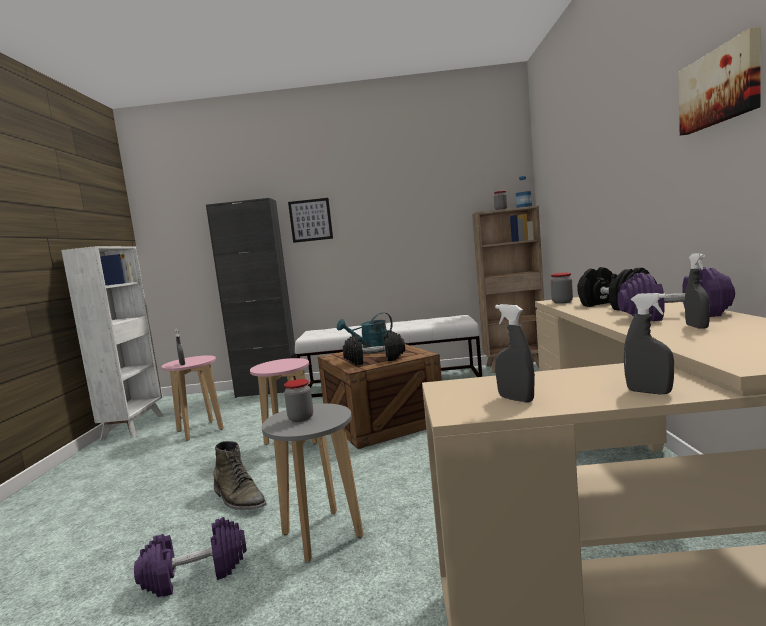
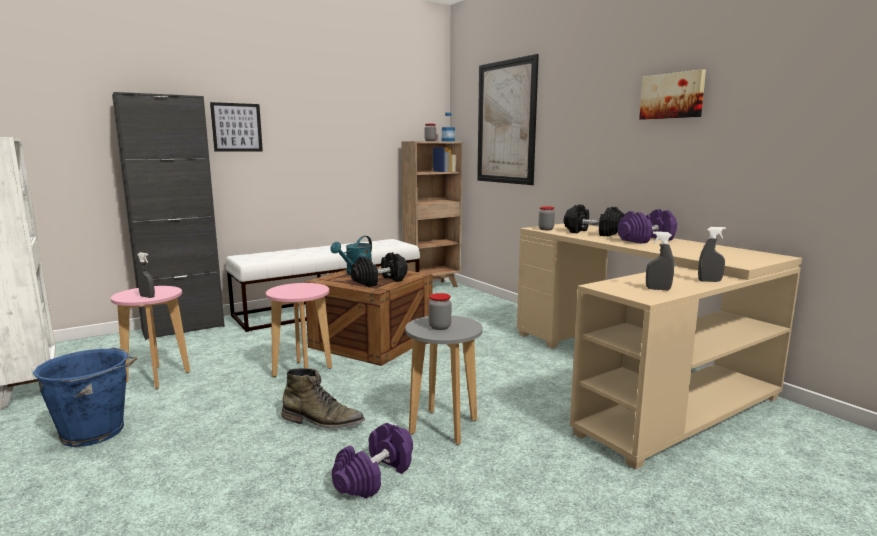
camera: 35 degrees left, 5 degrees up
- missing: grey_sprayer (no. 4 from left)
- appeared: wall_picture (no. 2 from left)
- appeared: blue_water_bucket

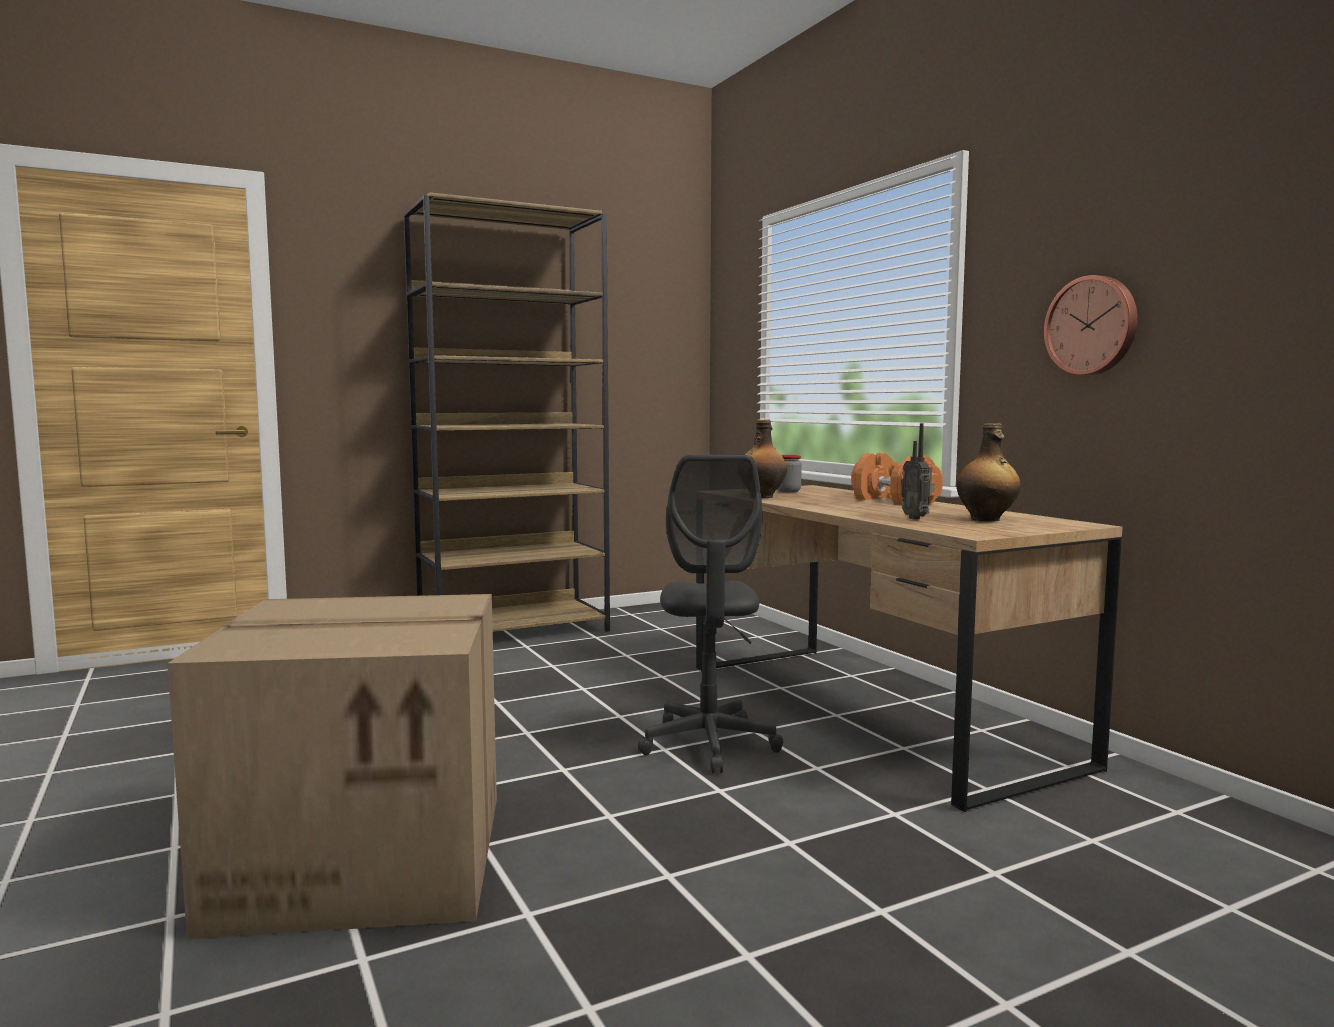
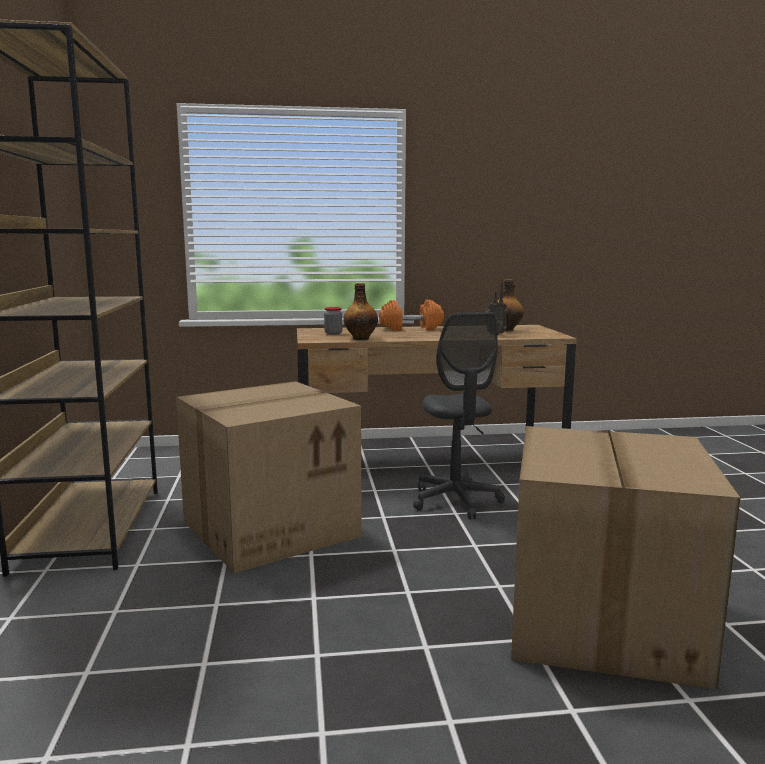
camera: 70 degrees left, 5 degrees up
- missing: hanging_clock
- spun: grey_office_chair 60 degrees clockwise
- appeared: packing_box (no. 1 from left)

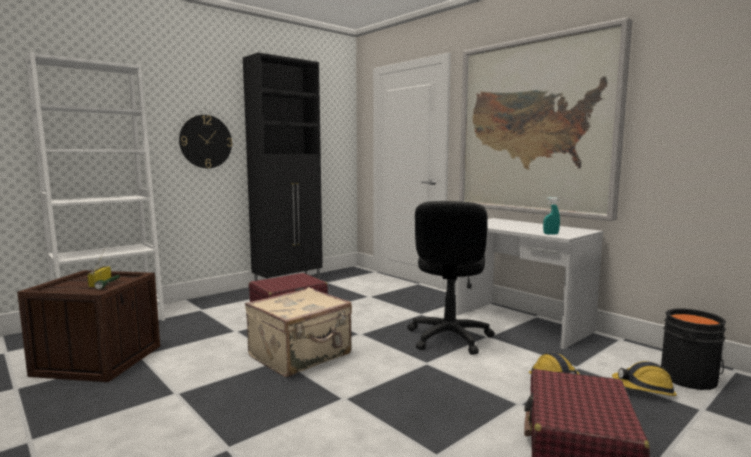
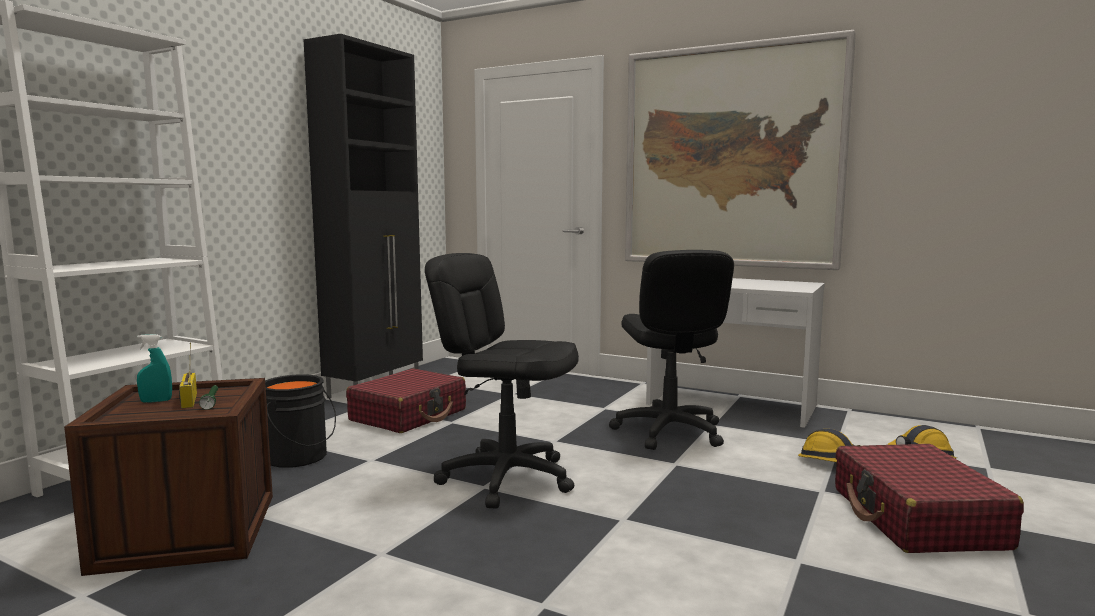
camera: 20 degrees left, 0 degrees up
- missing: hanging_clock
- relocated: turquoise_sprayer
- exchanged: beige_piece_of_luggage to black-coloured_office_chair (no. 1 from left)
- relocated: black-coloured_water_bucket

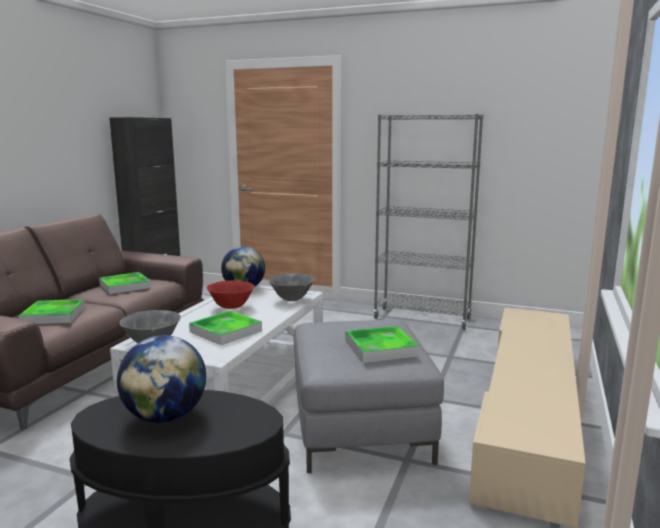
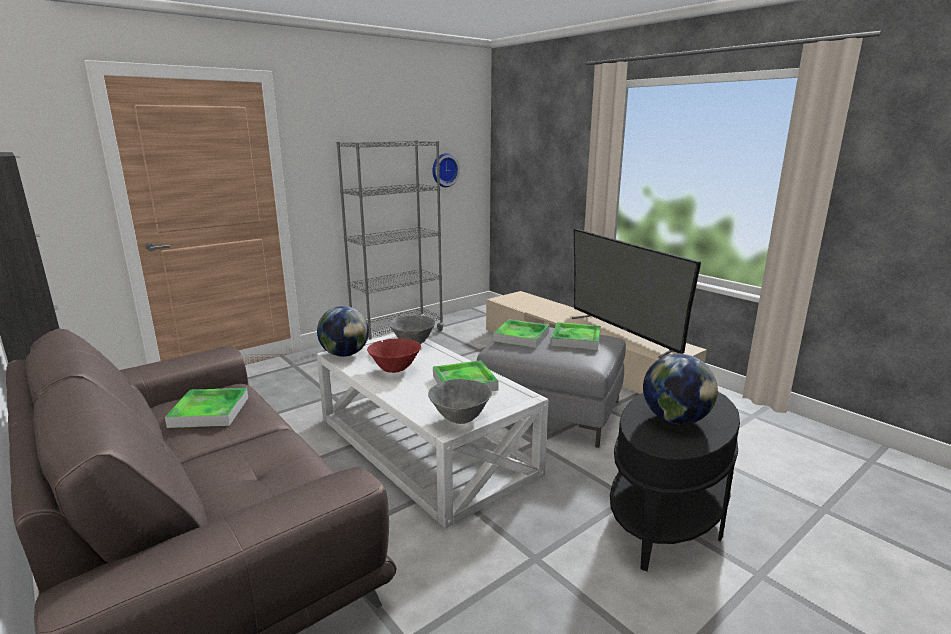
camera: 60 degrees left, 5 degrees up
- relocated: tray (no. 1 from left in the first image) to tray (no. 3 from left)
- appeared: hanging_clock
- appeared: television

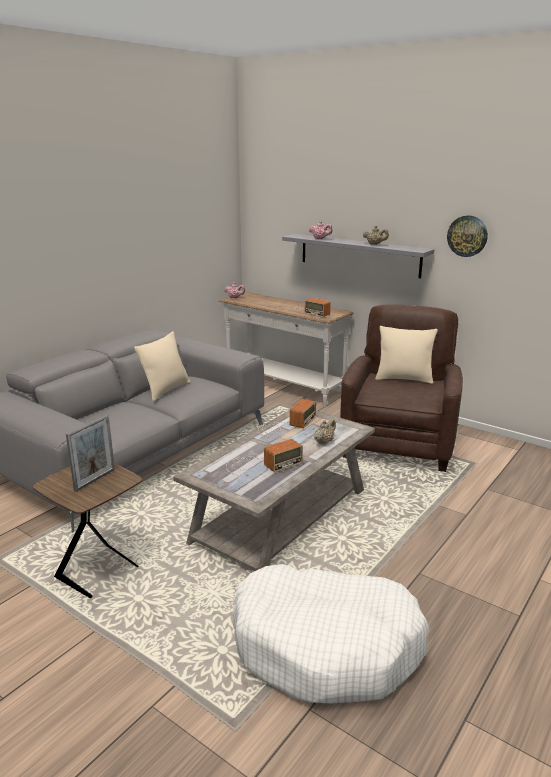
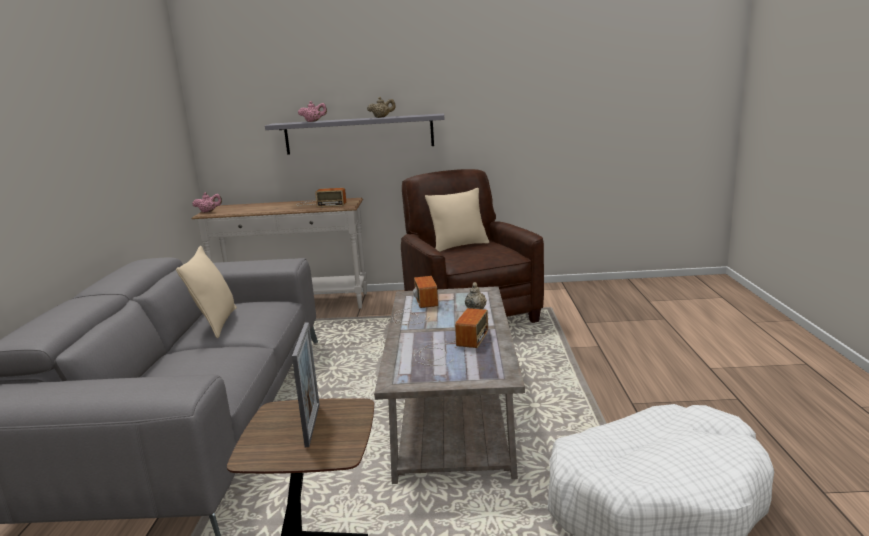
camera: 35 degrees left, 5 degrees down
- missing: hanging_clock

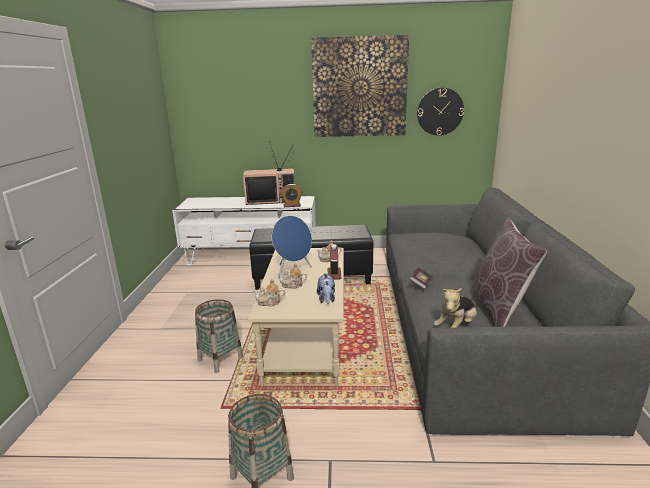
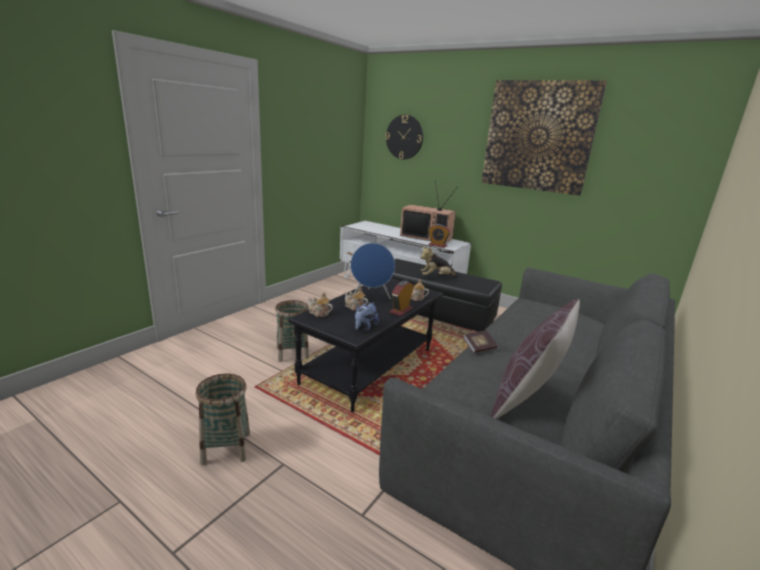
camera: 30 degrees right, 0 degrees up
- relocated: hanging_clock
- colour: beige_low_table to black-coloured_low_table
- relocated: cuddly_toy (no. 2 from left)

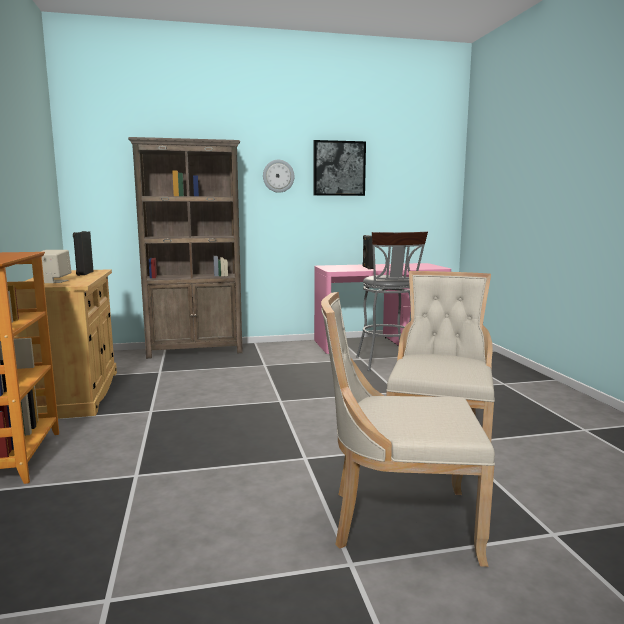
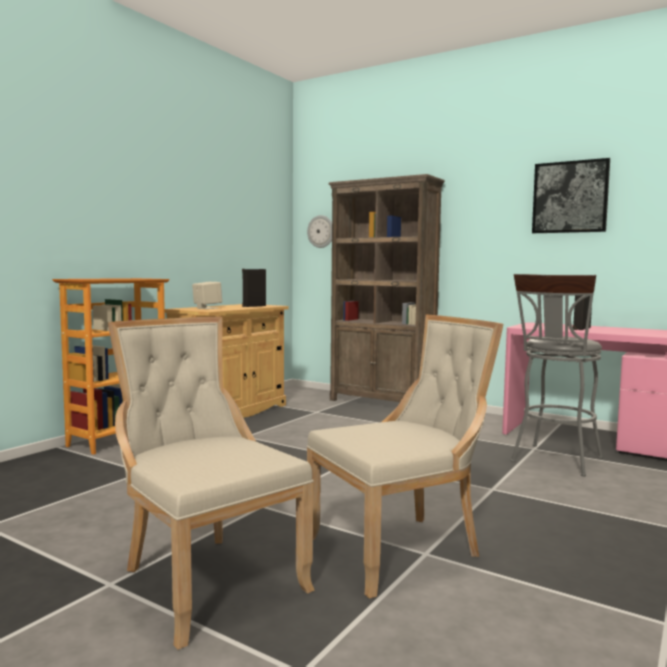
camera: 45 degrees right, 5 degrees down
- relocated: hanging_clock

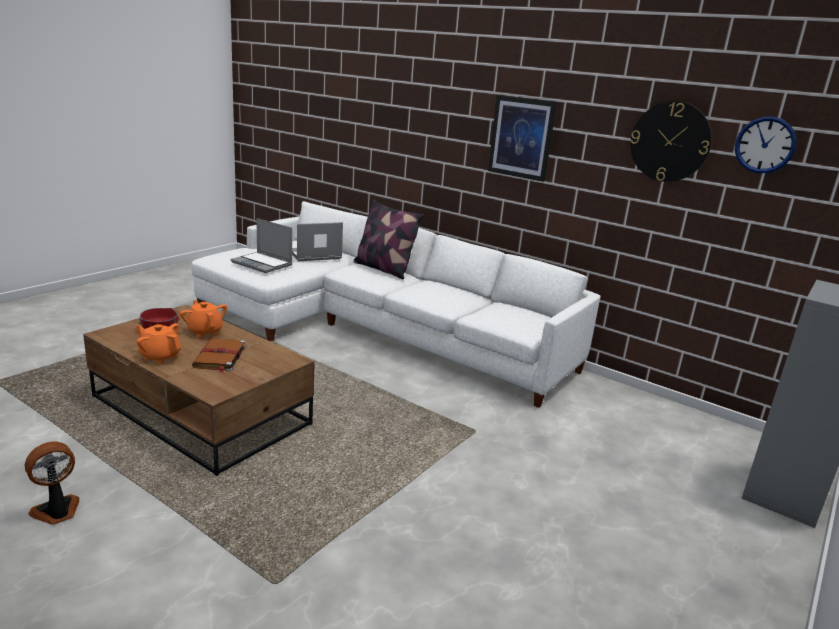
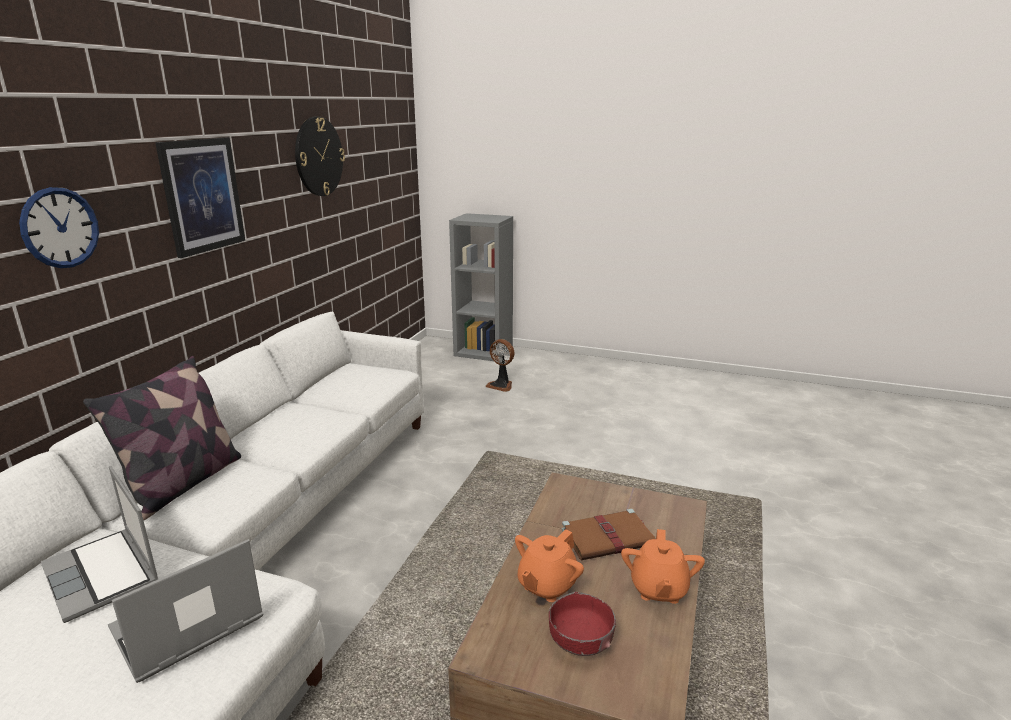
camera: 105 degrees left, 0 degrees up
- relocated: hanging_clock (no. 2 from left in the first image) to hanging_clock (no. 1 from left)
- spun: notebook_computer (no. 1 from left in the first image) 150 degrees counterclockwise
- relocated: cooling_fan

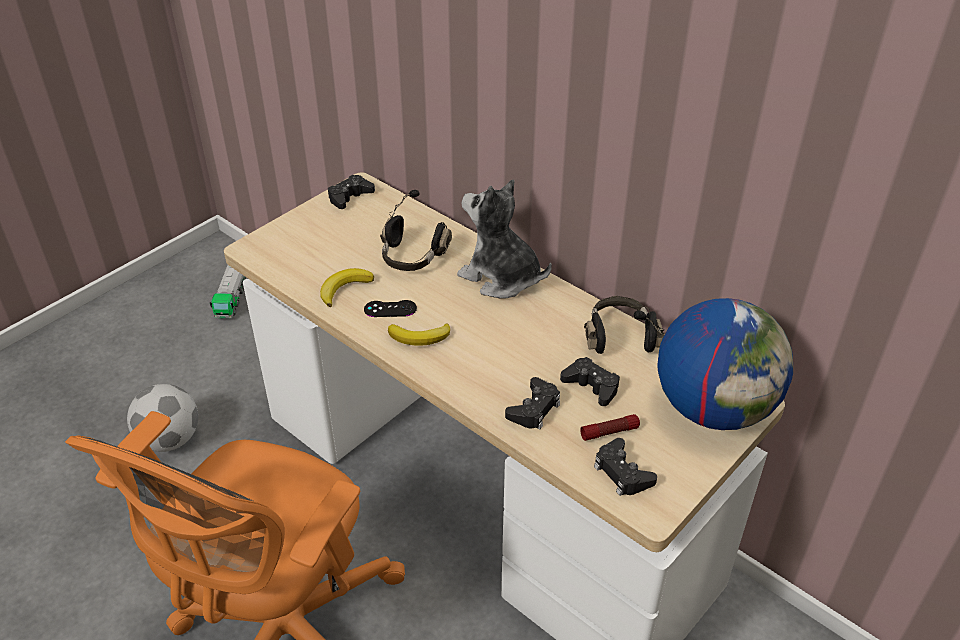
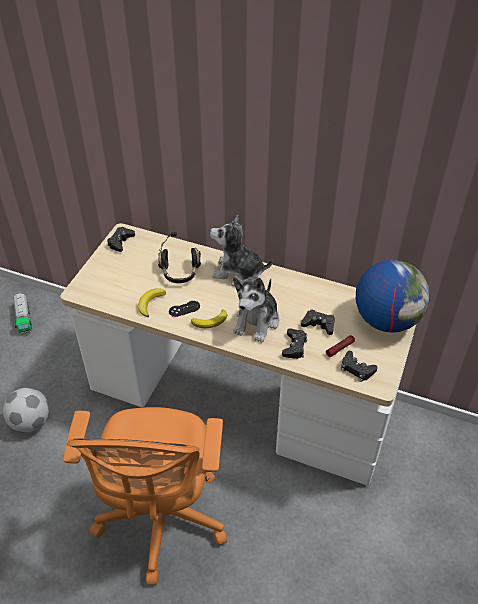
camera: 20 degrees left, 5 degrees up
- missing: black-coloured_headset (no. 2 from left)
- appeared: cuddly_toy (no. 2 from left)

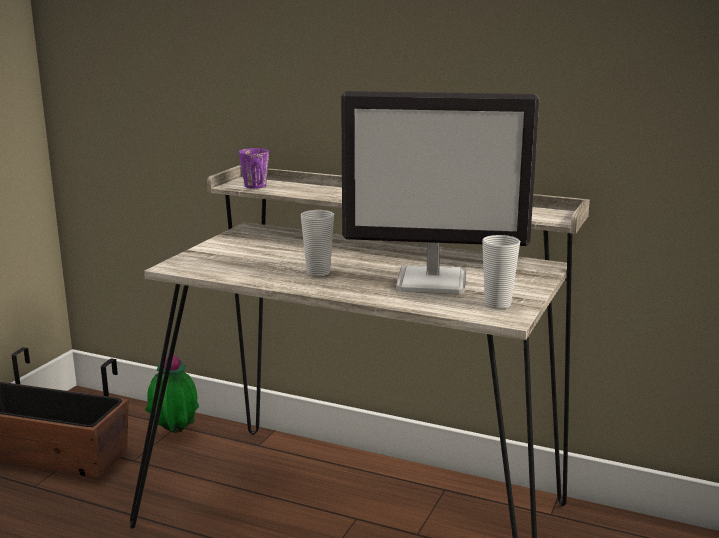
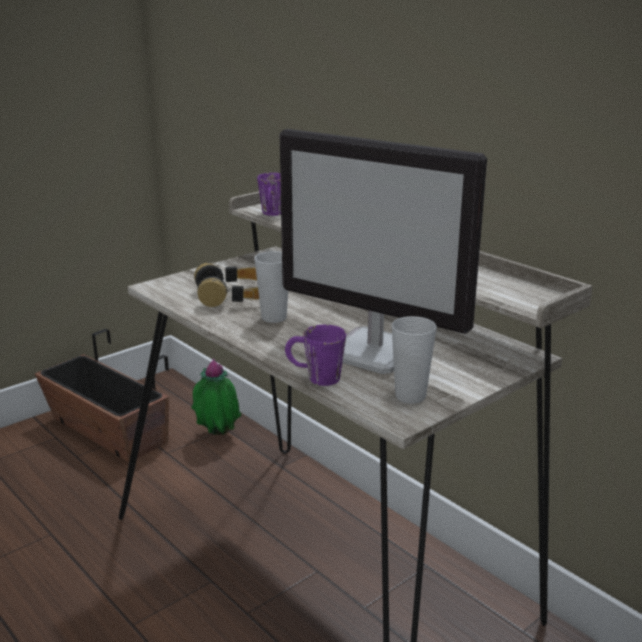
camera: 25 degrees right, 5 degrees up
- appeared: headset
- appeared: purple_coffee_mug (no. 2 from left)

